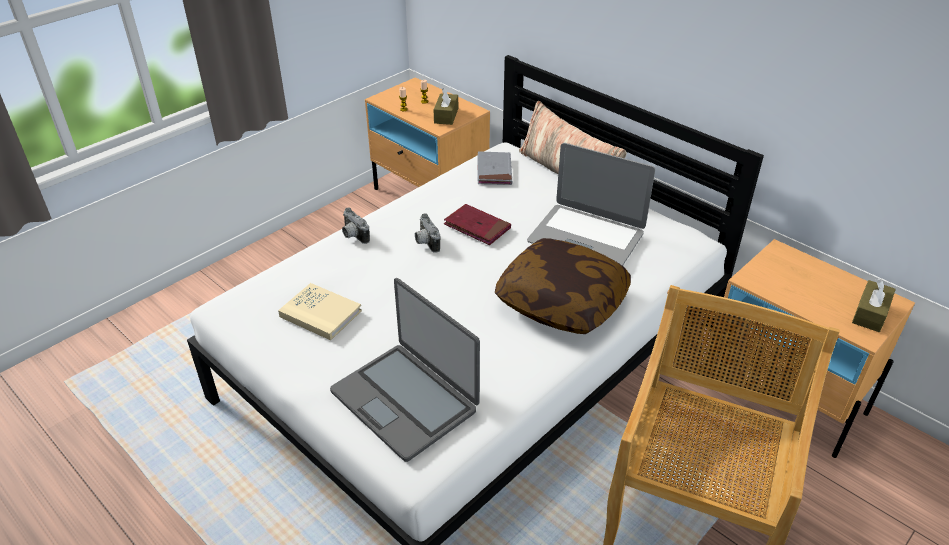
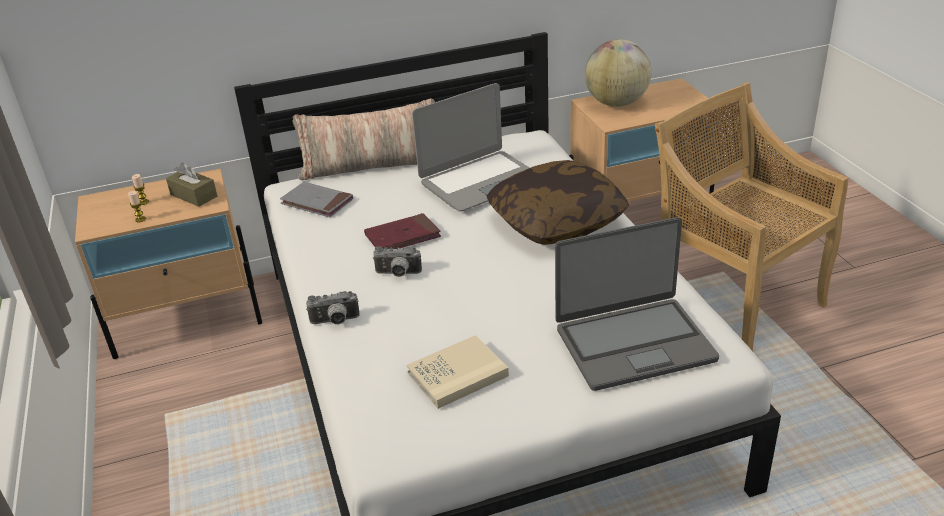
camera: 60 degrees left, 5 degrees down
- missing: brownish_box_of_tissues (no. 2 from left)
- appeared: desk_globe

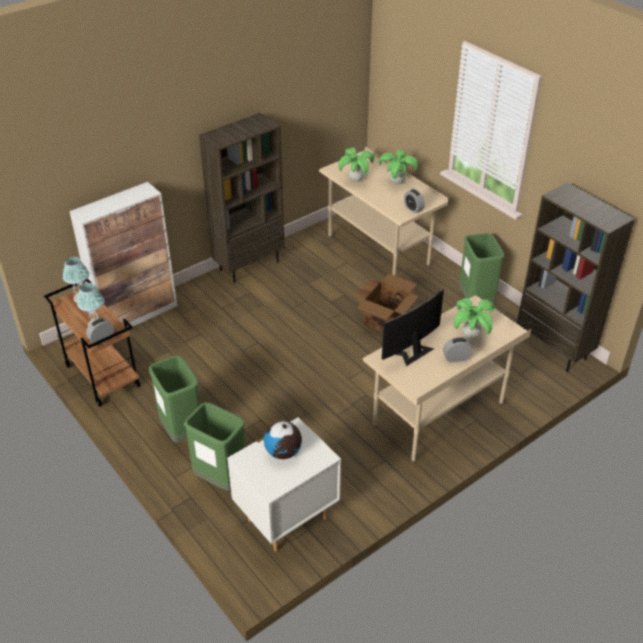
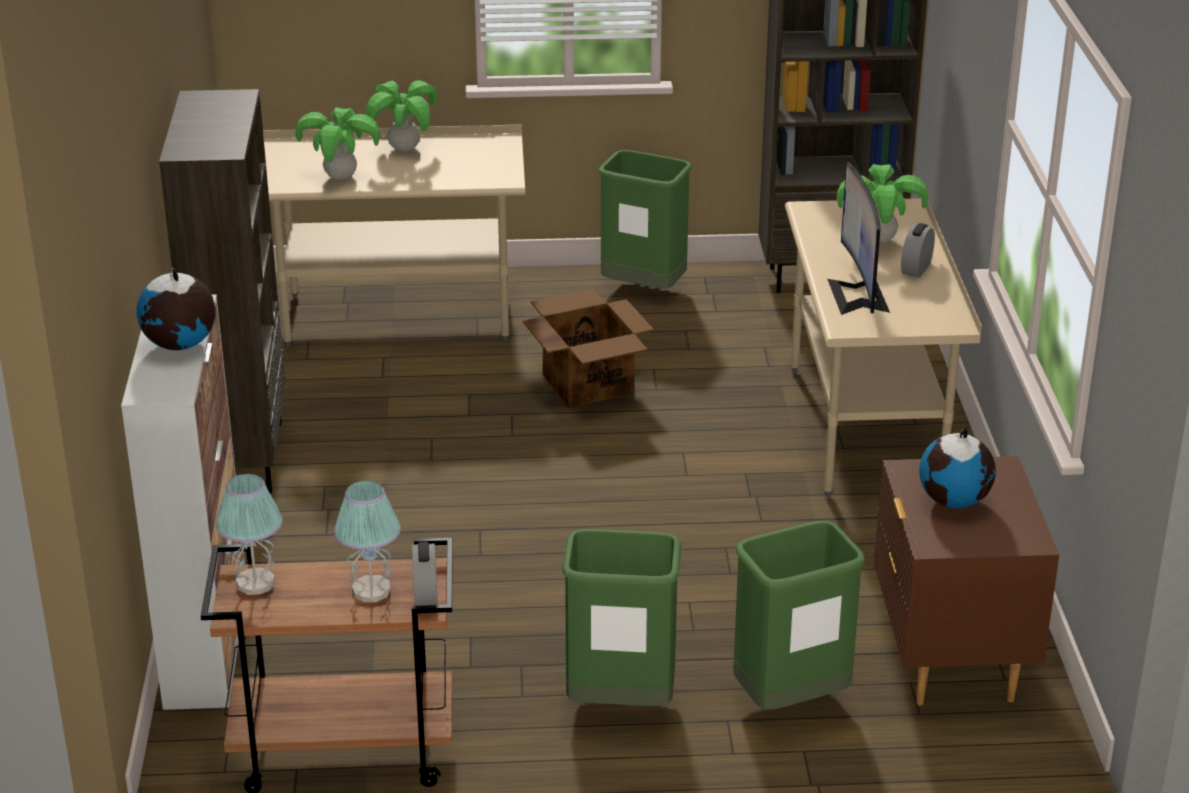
camera: 55 degrees left, 10 degrees down
- missing: table_clock (no. 2 from left)
- colour: whitish_night_table to brownish_night_table
- appeared: desk_globe (no. 1 from left)

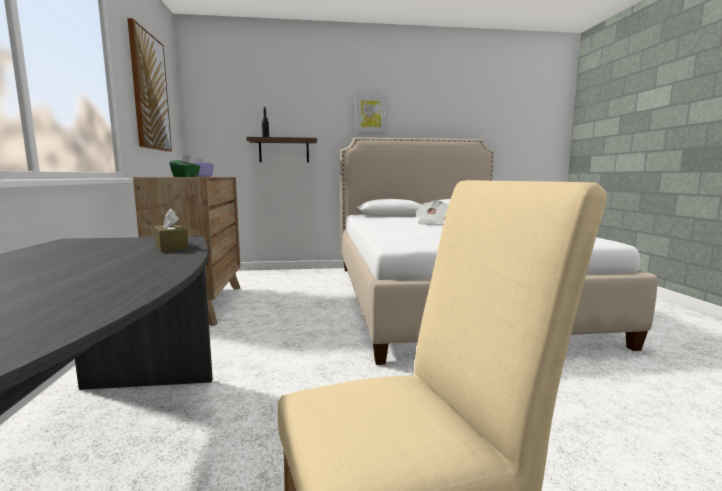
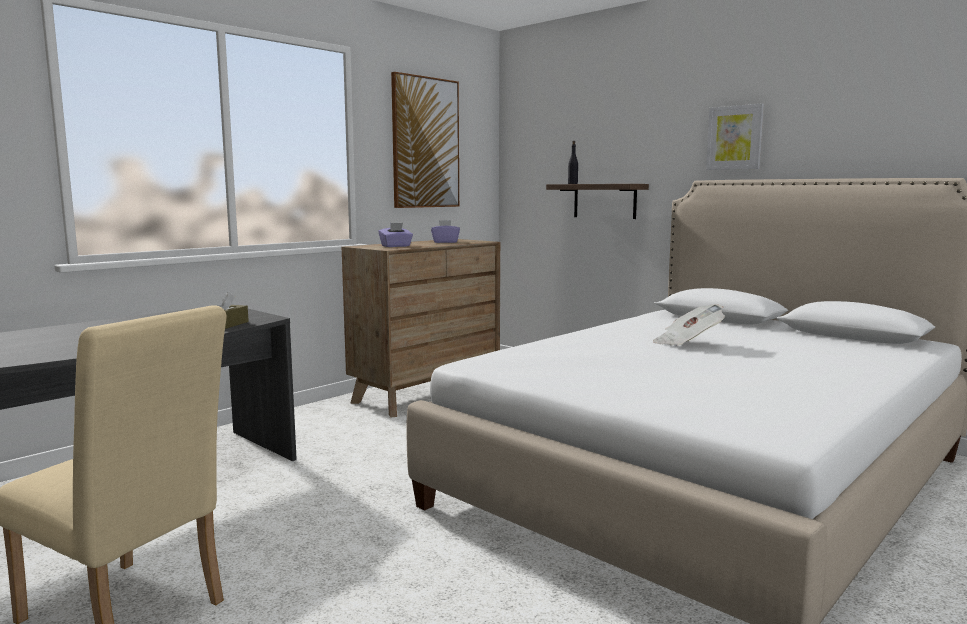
camera: 50 degrees right, 0 degrees up
- colour: green-coloured_box_of_tissues to purple_box_of_tissues (no. 1 from left)

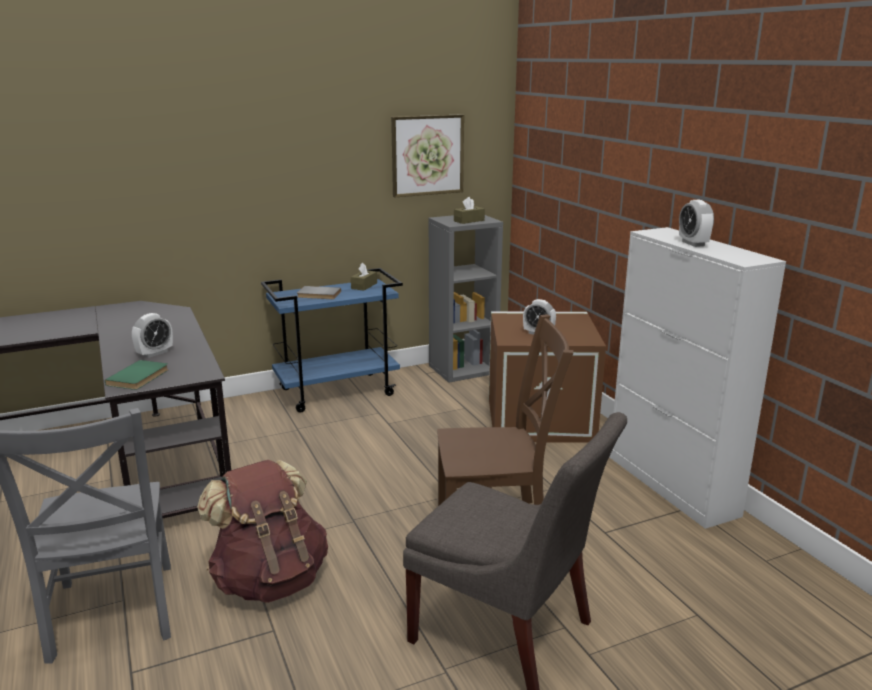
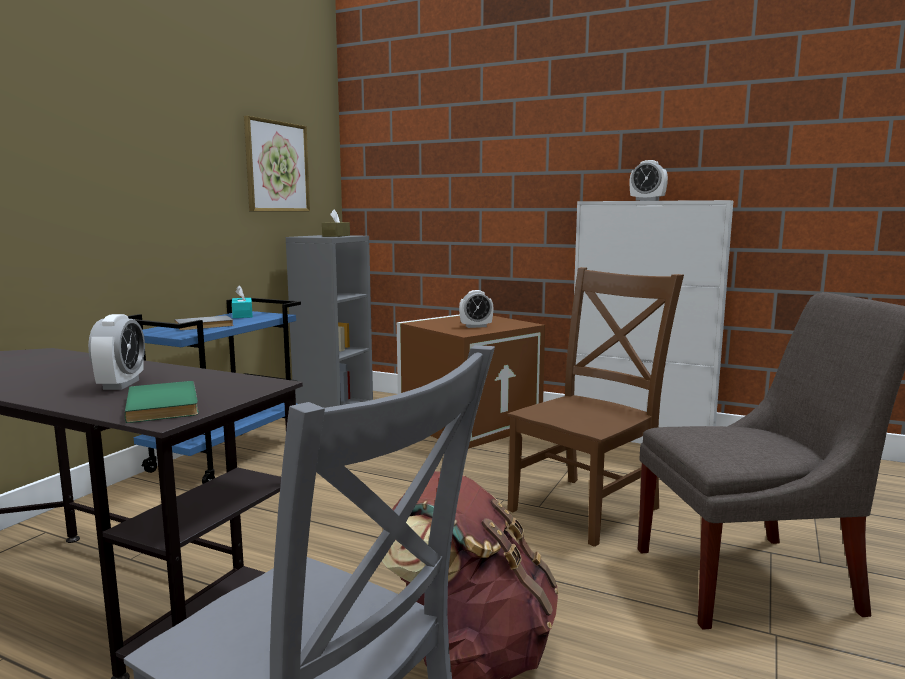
camera: 40 degrees left, 10 degrees down
- colour: brownish_box_of_tissues (no. 1 from left) to turquoise_box_of_tissues

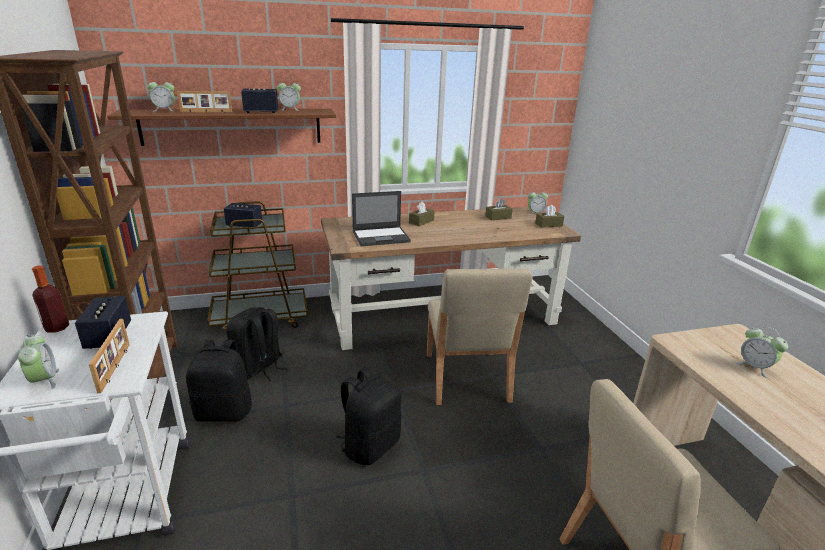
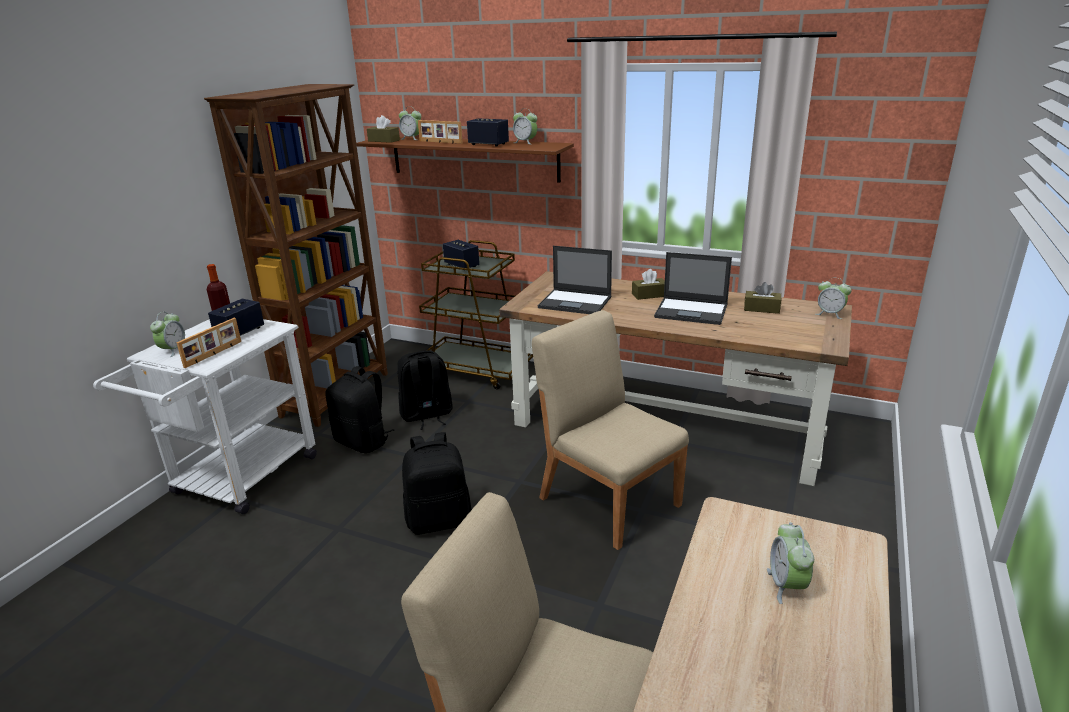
camera: 40 degrees right, 0 degrees up
- relocated: brownish_box_of_tissues (no. 3 from left in the first image) to brownish_box_of_tissues (no. 1 from left)
- spun: beige_upright_chair (no. 1 from left in the first image) 105 degrees clockwise
- appeared: notebook_computer (no. 2 from left)

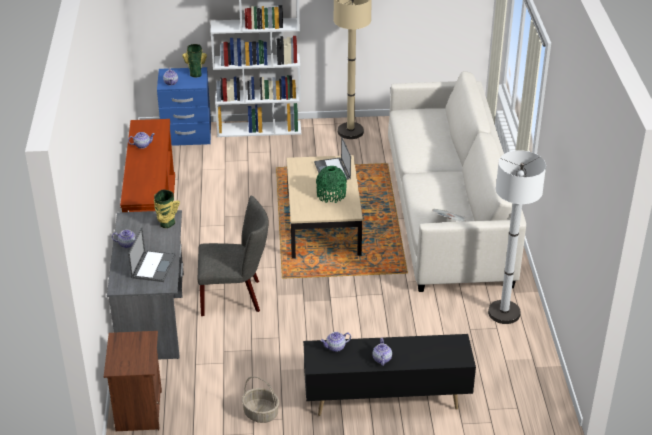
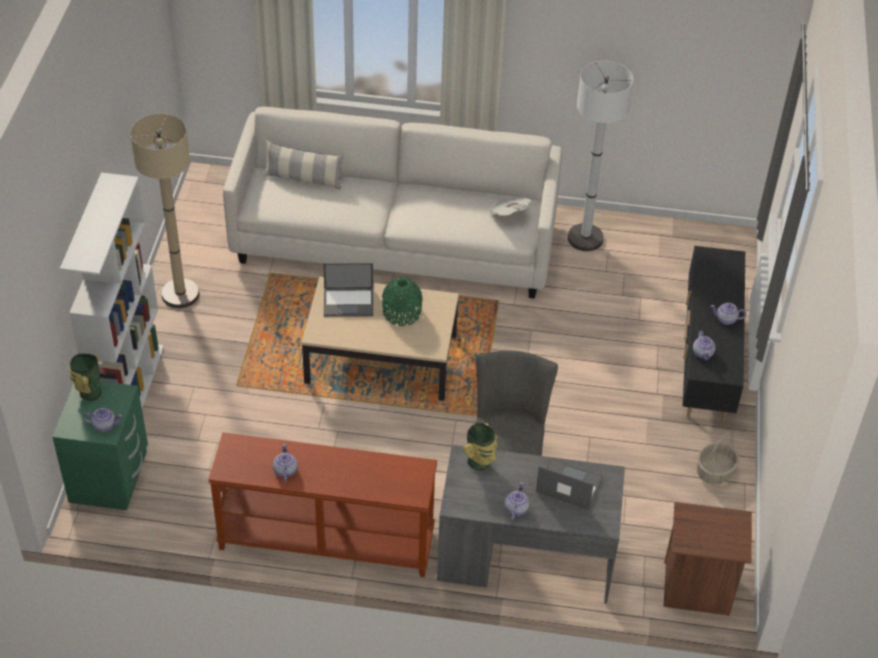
camera: 80 degrees left, 10 degrees up
- colour: blue_night_table to green-coloured_night_table
- appeared: cushion

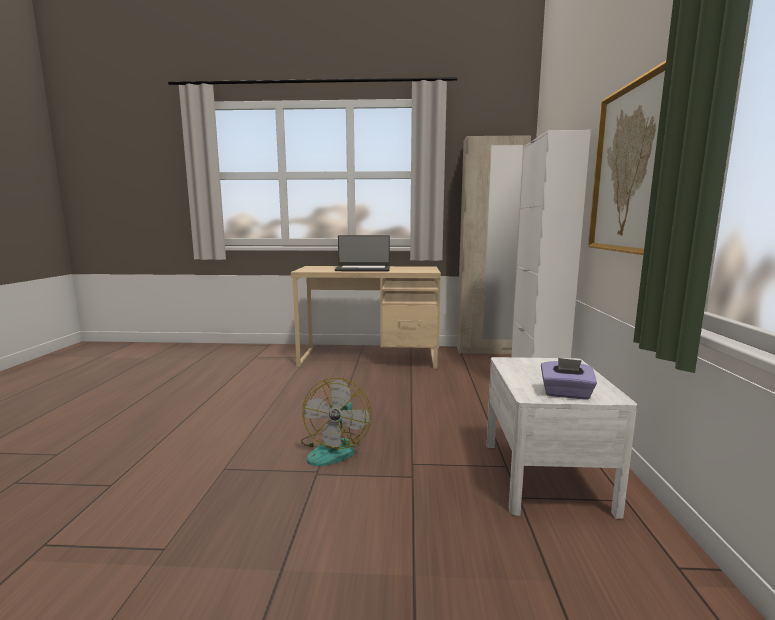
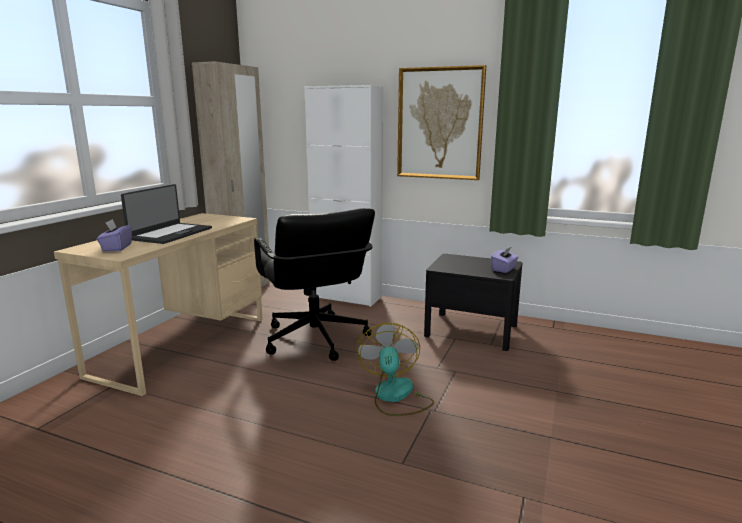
camera: 70 degrees left, 5 degrees up
- colour: whitish_night_table to black-coloured_night_table
- spun: cooling_fan 120 degrees counterclockwise
- appeared: black-coloured_office_chair
- appeared: purple_box_of_tissues (no. 1 from left)

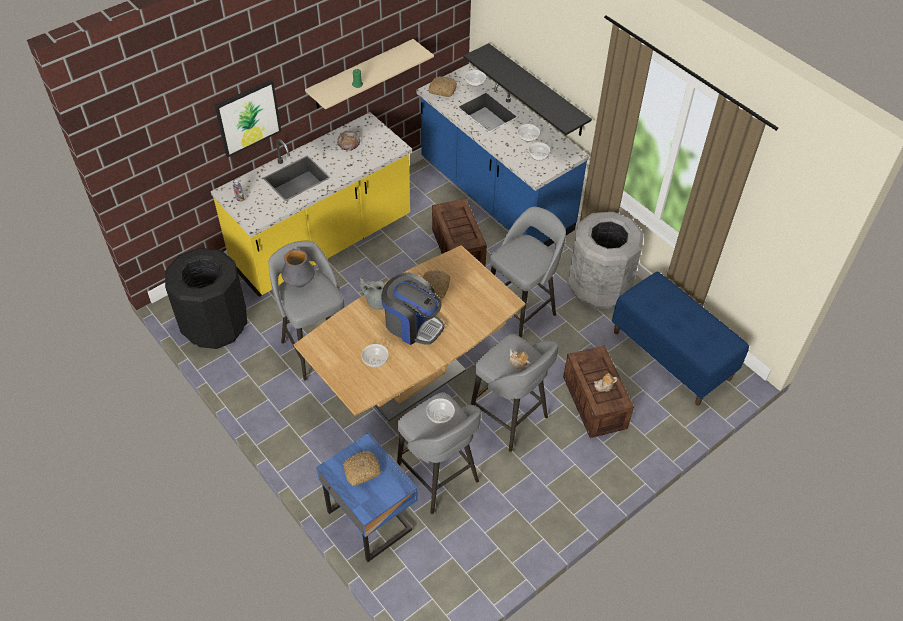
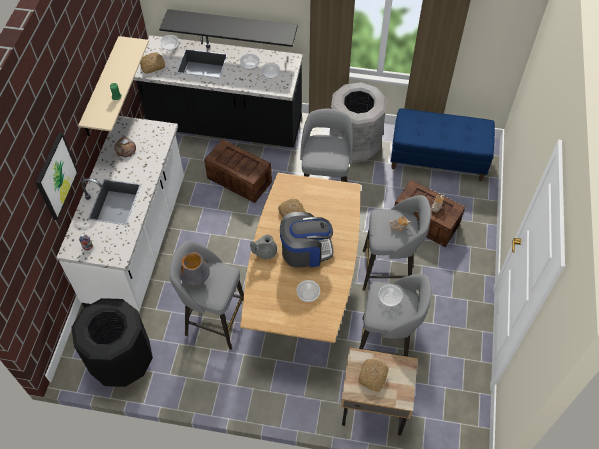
camera: 40 degrees left, 5 degrees up
- colour: blue_kitchen_counter to black-coloured_kitchen_counter
- colour: yellowish_kitchen_counter to whitish_kitchen_counter
- colour: blue_night_table to beige_night_table

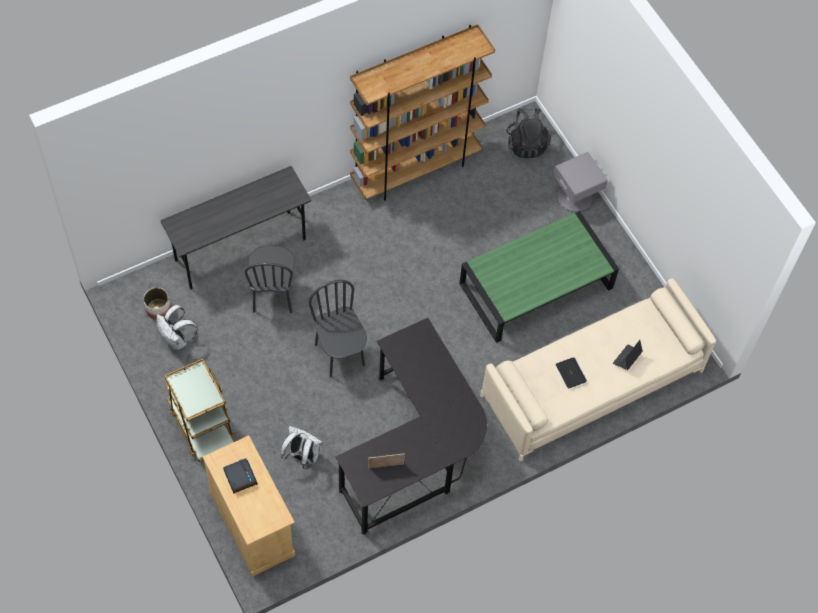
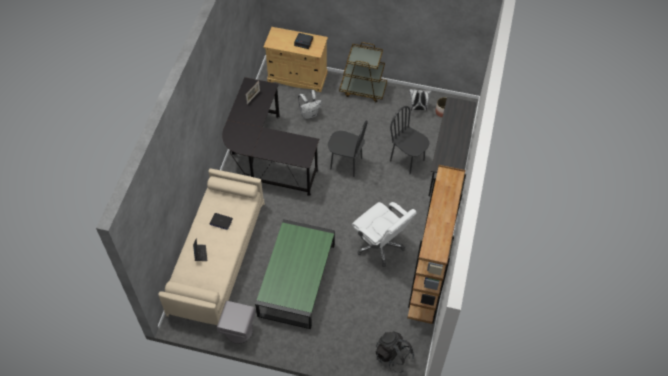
camera: 135 degrees right, 5 degrees down
- relocated: grey_night_table
- appeared: whitish_office_chair

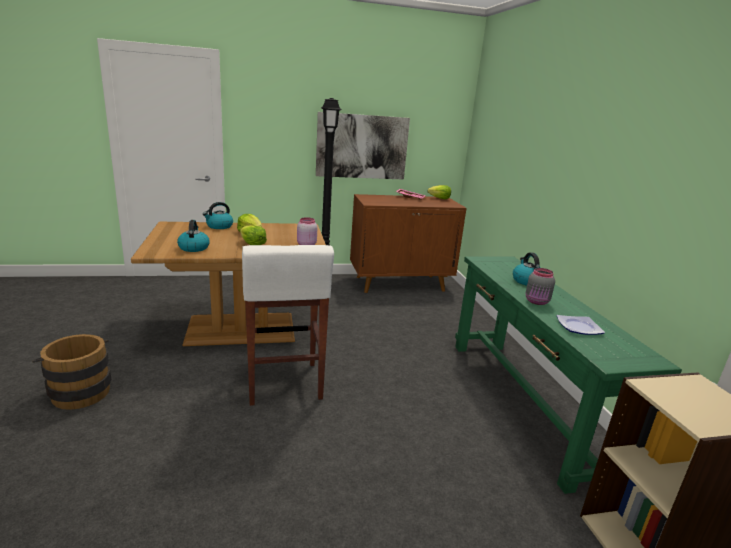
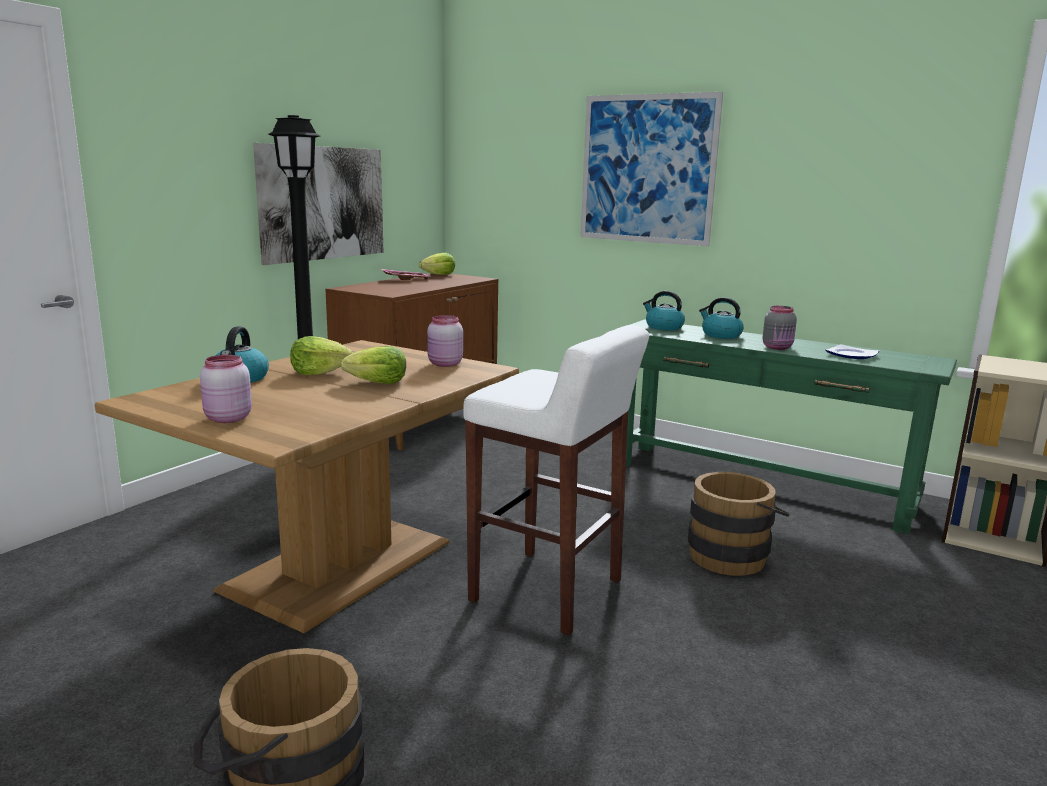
camera: 45 degrees left, 5 degrees down
- relocated: water_kettle (no. 1 from left in the first image) to water_kettle (no. 2 from left)
- appeared: wall_picture (no. 2 from left)
- appeared: pinkish_preserve_jar (no. 1 from left)
- appeared: brownish_water_bucket (no. 2 from left)

